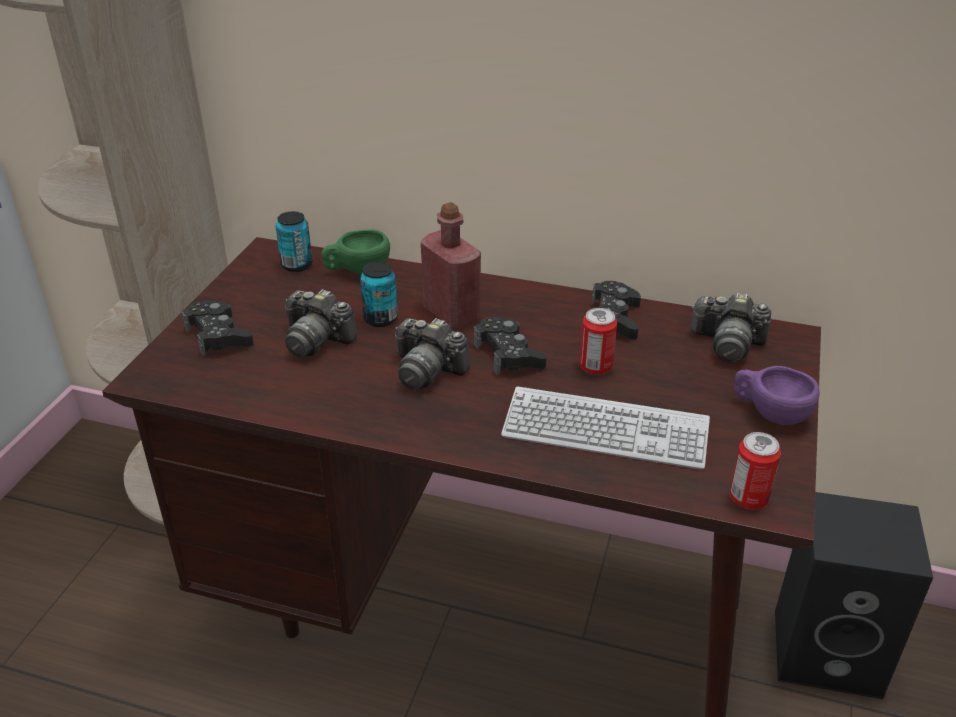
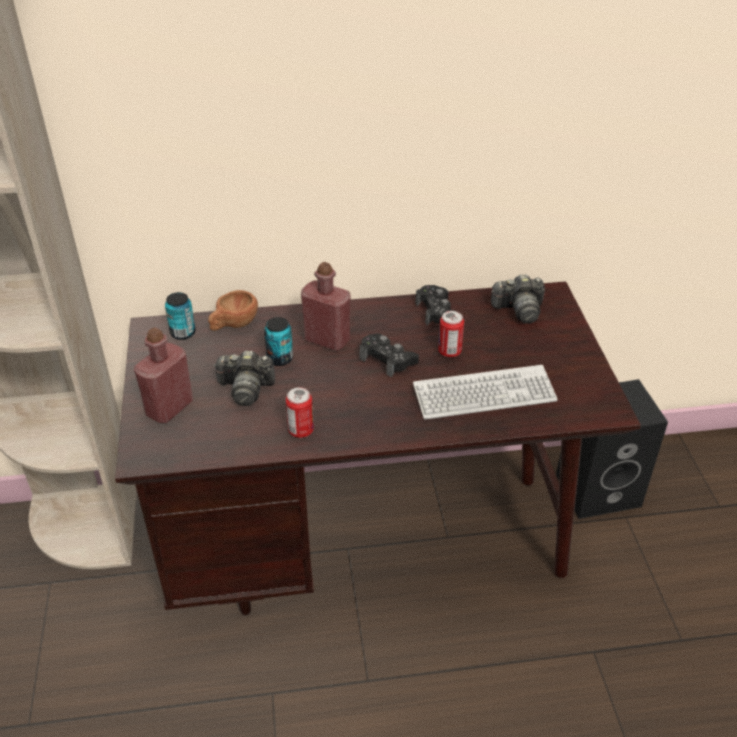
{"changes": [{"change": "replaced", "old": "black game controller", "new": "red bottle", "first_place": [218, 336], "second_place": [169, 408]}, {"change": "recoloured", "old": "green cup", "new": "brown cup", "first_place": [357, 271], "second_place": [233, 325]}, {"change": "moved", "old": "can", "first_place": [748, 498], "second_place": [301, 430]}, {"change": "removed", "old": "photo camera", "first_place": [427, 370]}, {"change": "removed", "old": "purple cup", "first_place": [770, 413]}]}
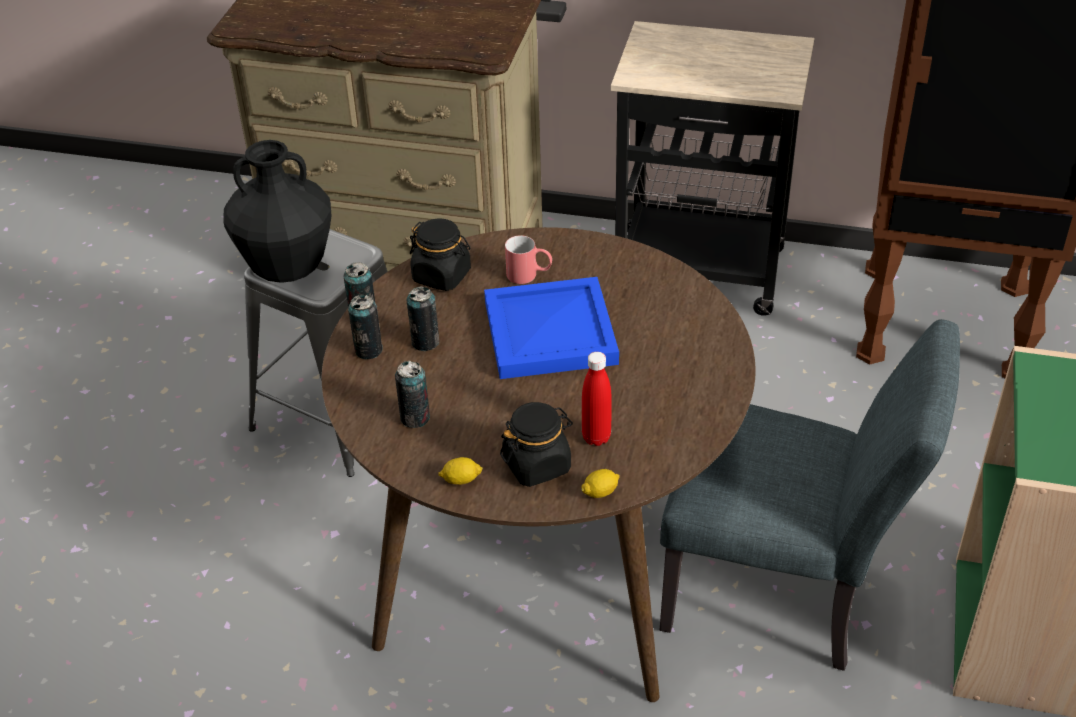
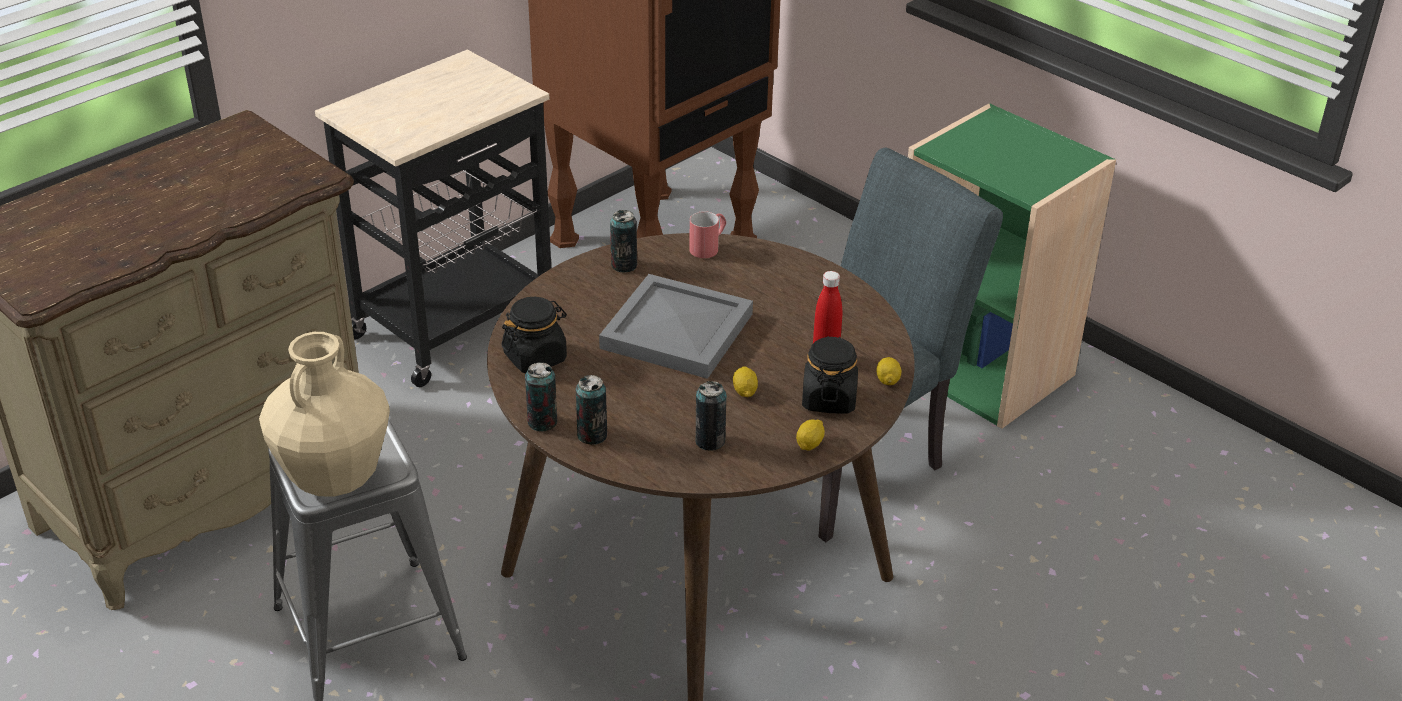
{"changes": [{"change": "recoloured", "old": "black vase", "new": "beige vase", "first_place": [287, 270], "second_place": [334, 480]}, {"change": "recoloured", "old": "blue tray", "new": "grey tray", "first_place": [548, 334], "second_place": [678, 332]}, {"change": "moved", "old": "can", "first_place": [425, 342], "second_place": [624, 265]}, {"change": "moved", "old": "red mug", "first_place": [529, 275], "second_place": [708, 247]}, {"change": "added", "new": "lemon", "second_place": [745, 391]}]}
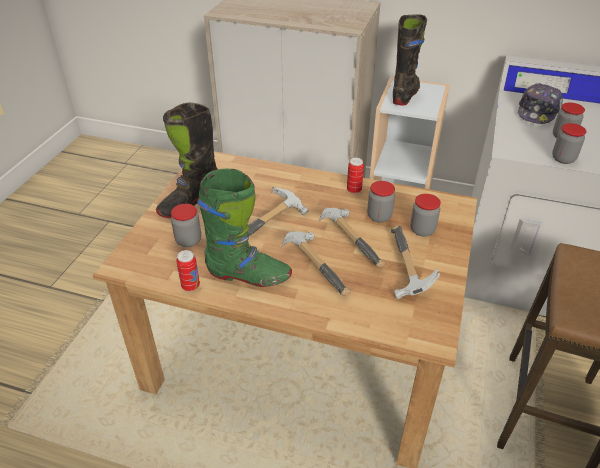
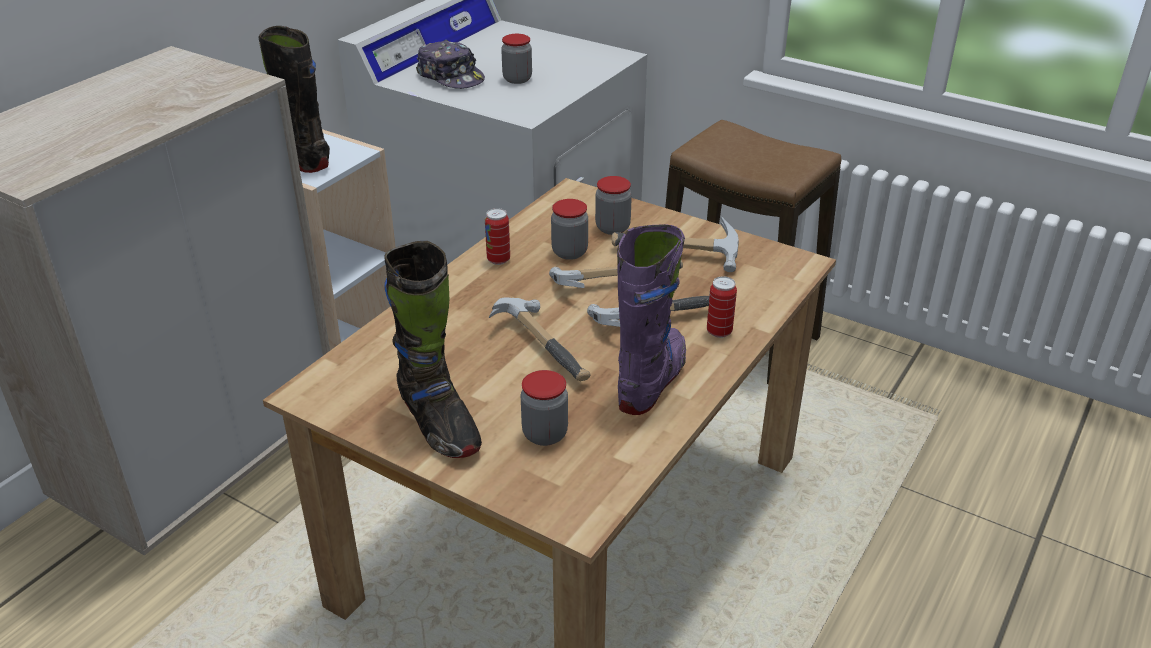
{"changes": [{"change": "recoloured", "old": "green boot", "new": "purple boot", "first_place": [248, 275], "second_place": [652, 381]}, {"change": "moved", "old": "can", "first_place": [190, 286], "second_place": [719, 332]}, {"change": "removed", "old": "jar", "first_place": [563, 159]}]}
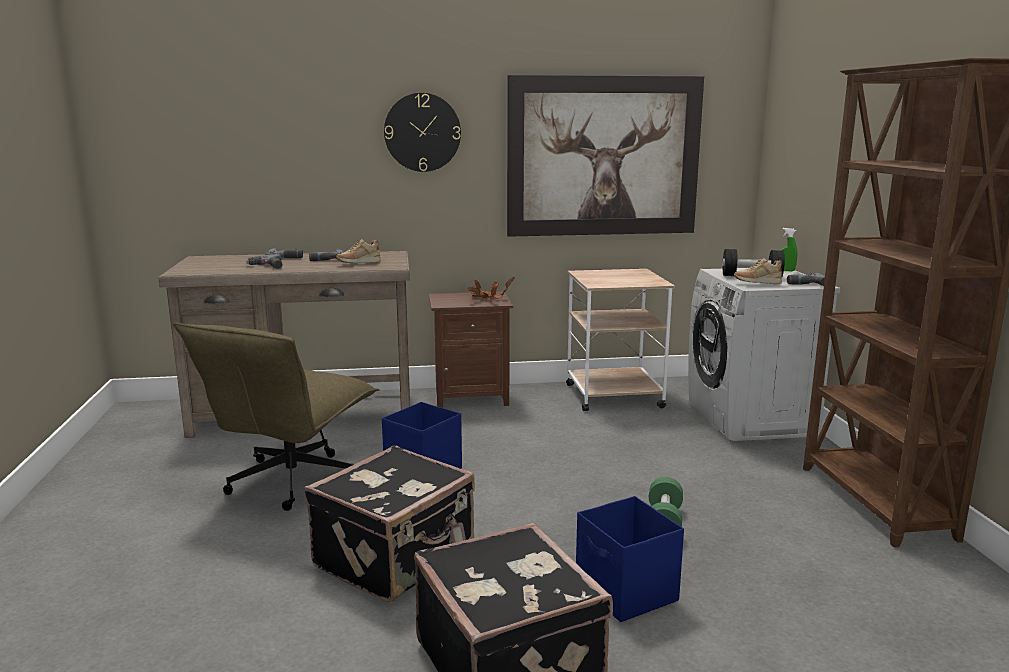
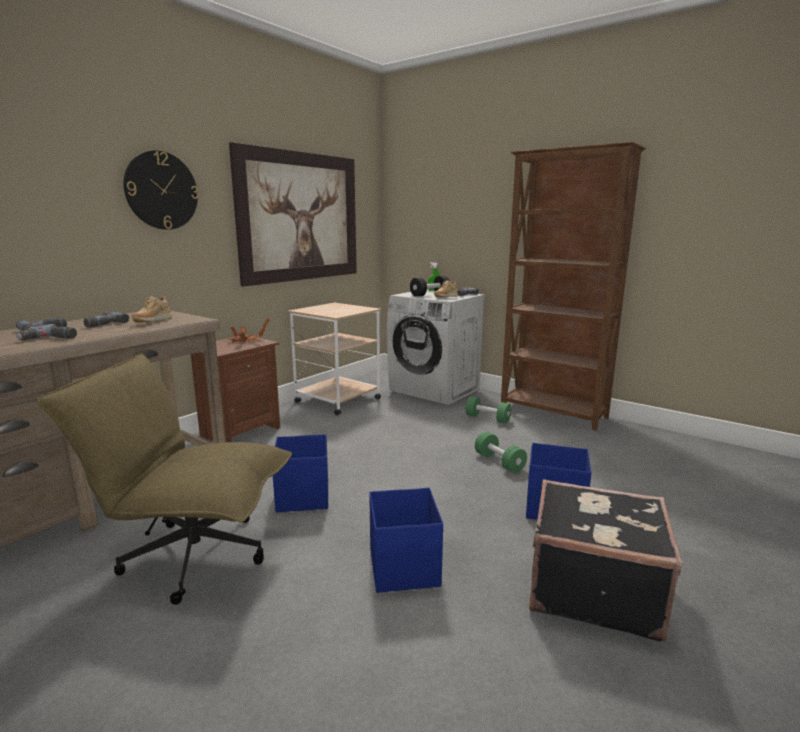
{"changes": [{"change": "turned", "old": "beige office chair", "first_place": [294, 479], "second_place": [198, 555], "degrees": 120}, {"change": "replaced", "old": "black suitcase", "new": "blue storage box", "first_place": [397, 558], "second_place": [404, 567]}, {"change": "added", "new": "green dumbbell", "second_place": [487, 418]}]}
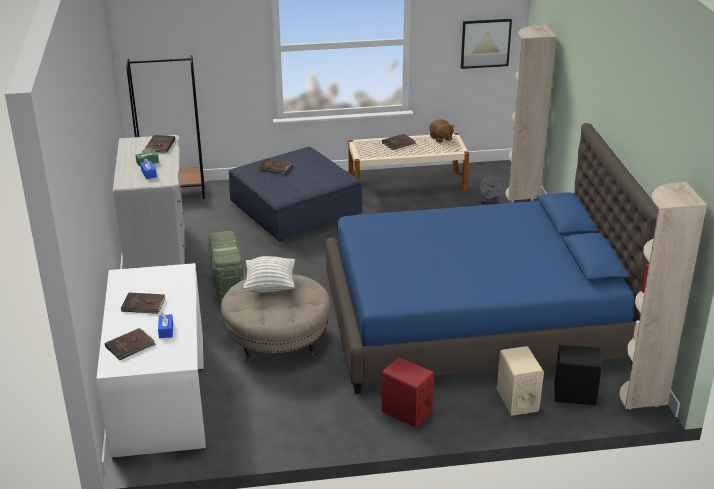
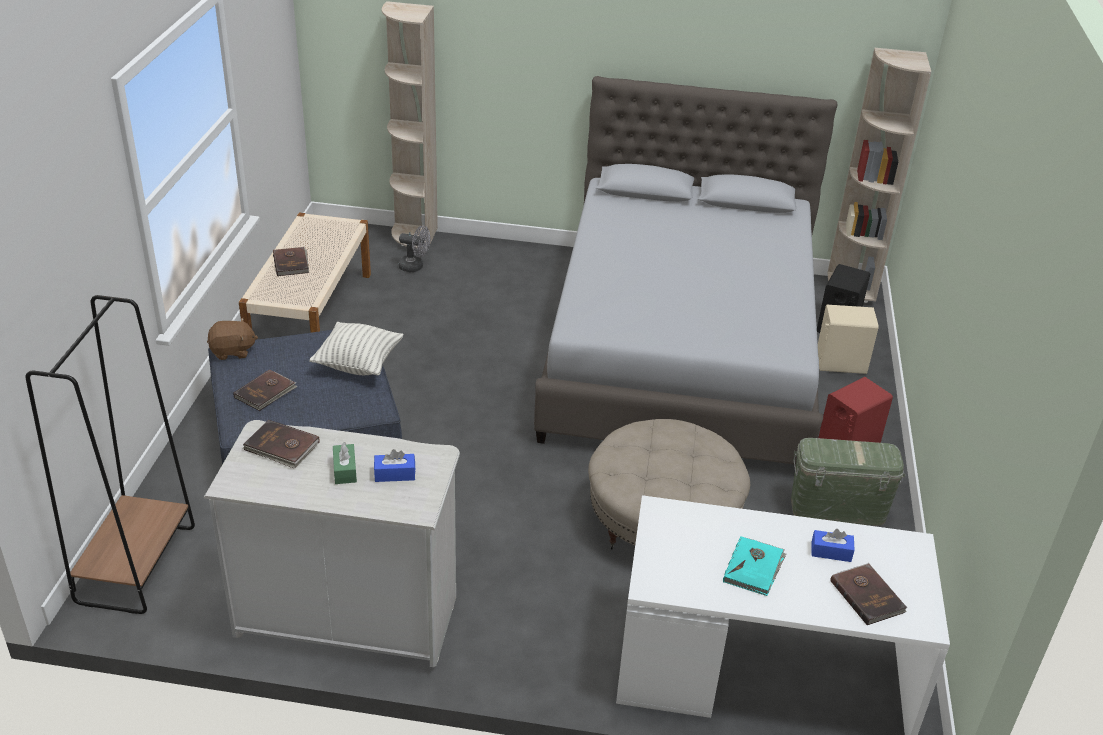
{"changes": [{"change": "moved", "old": "brown plush toy", "first_place": [440, 138], "second_place": [232, 351]}, {"change": "moved", "old": "pillow", "first_place": [270, 286], "second_place": [358, 364]}, {"change": "recoloured", "old": "blue bed", "new": "grey bed", "first_place": [475, 321], "second_place": [682, 349]}, {"change": "recoloured", "old": "brown book", "new": "turquoise book", "first_place": [143, 305], "second_place": [754, 568]}, {"change": "moved", "old": "green storage box", "first_place": [228, 287], "second_place": [837, 508]}, {"change": "removed", "old": "picture", "first_place": [485, 43]}]}
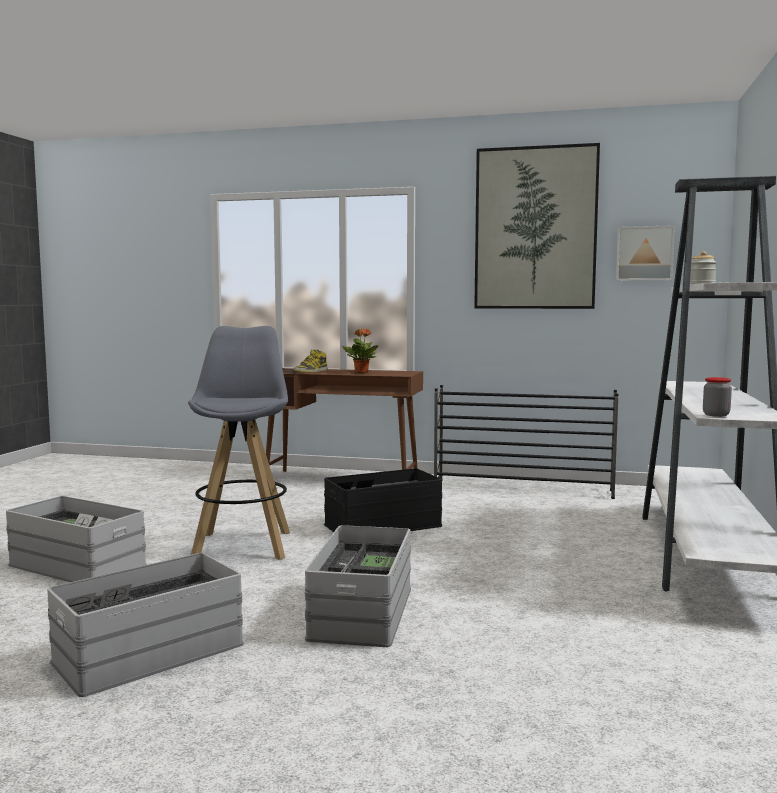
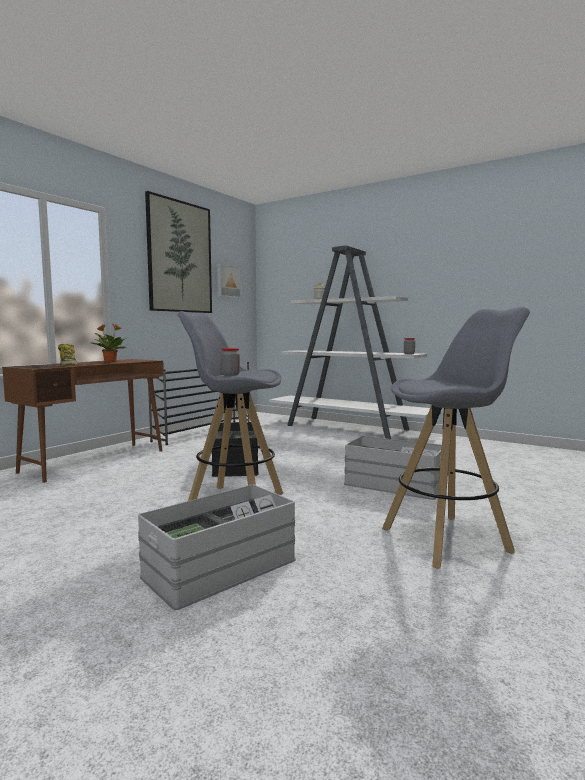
{"changes": [{"change": "added", "new": "jar", "second_place": [230, 375]}, {"change": "replaced", "old": "grey storage box", "new": "grey stool", "first_place": [149, 653], "second_place": [448, 539]}]}
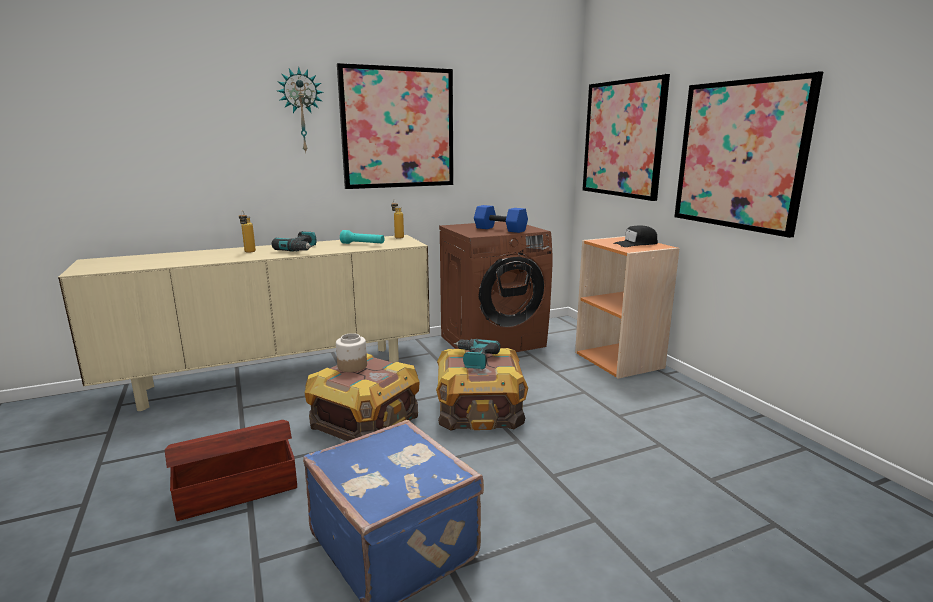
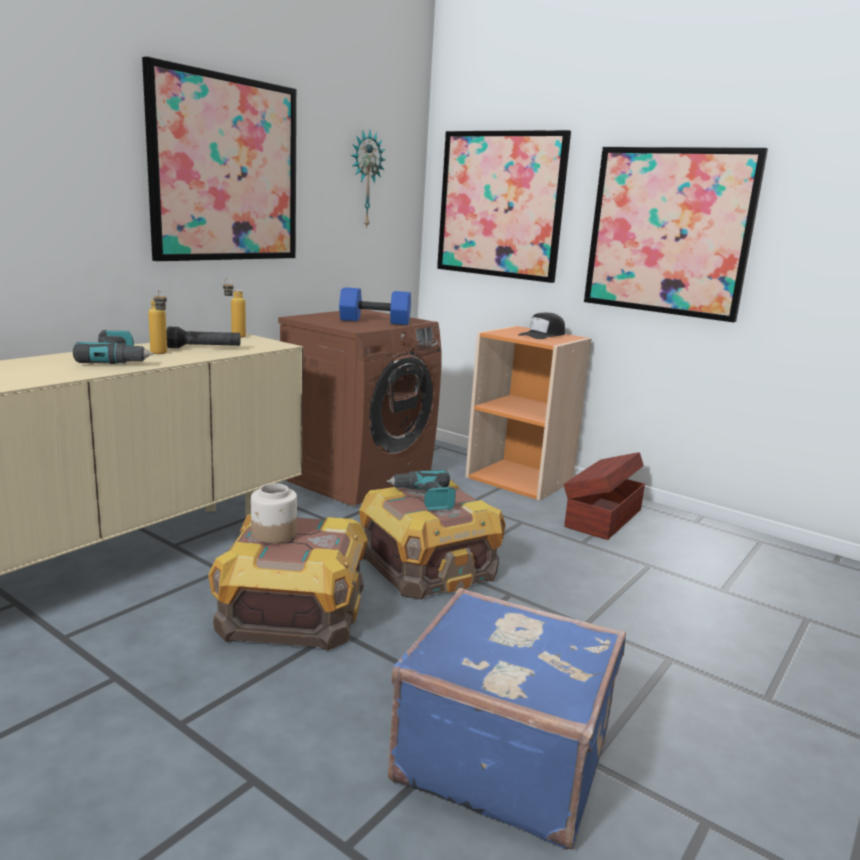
{"changes": [{"change": "moved", "old": "bottle", "first_place": [248, 252], "second_place": [160, 354]}, {"change": "recoloured", "old": "turquoise flashlight", "new": "black flashlight", "first_place": [362, 244], "second_place": [204, 348]}, {"change": "moved", "old": "wall clock", "first_place": [301, 111], "second_place": [365, 179]}, {"change": "moved", "old": "brown storage box", "first_place": [236, 489], "second_place": [601, 518]}]}
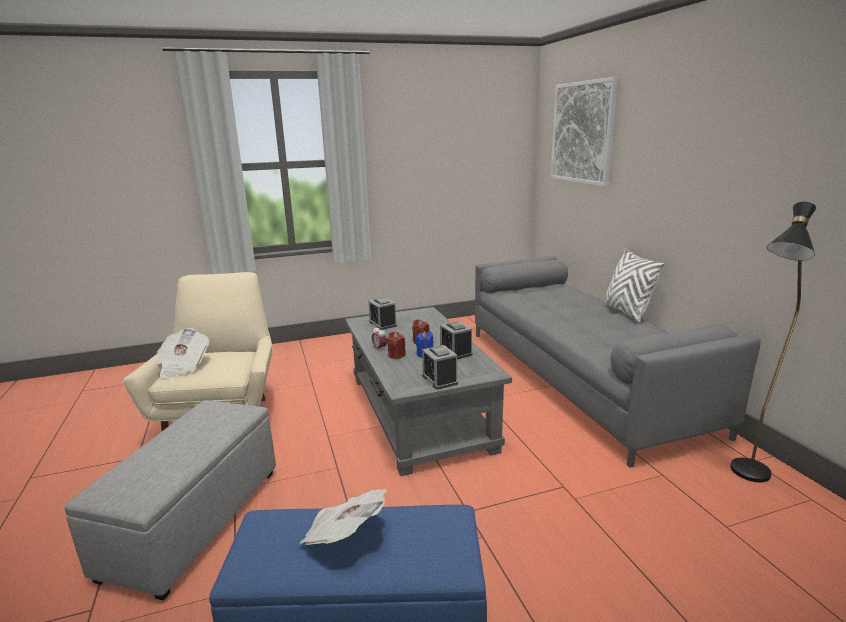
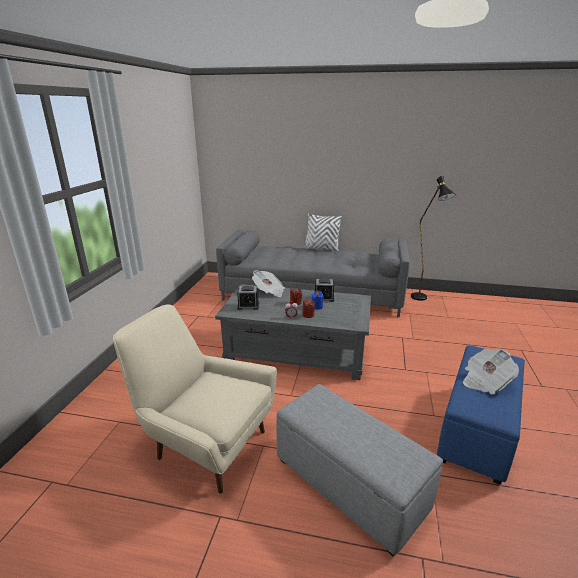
{"changes": [{"change": "moved", "old": "newspaper", "first_place": [183, 366], "second_place": [269, 291]}, {"change": "removed", "old": "alarm clock", "first_place": [439, 380]}, {"change": "removed", "old": "picture", "first_place": [582, 133]}]}
